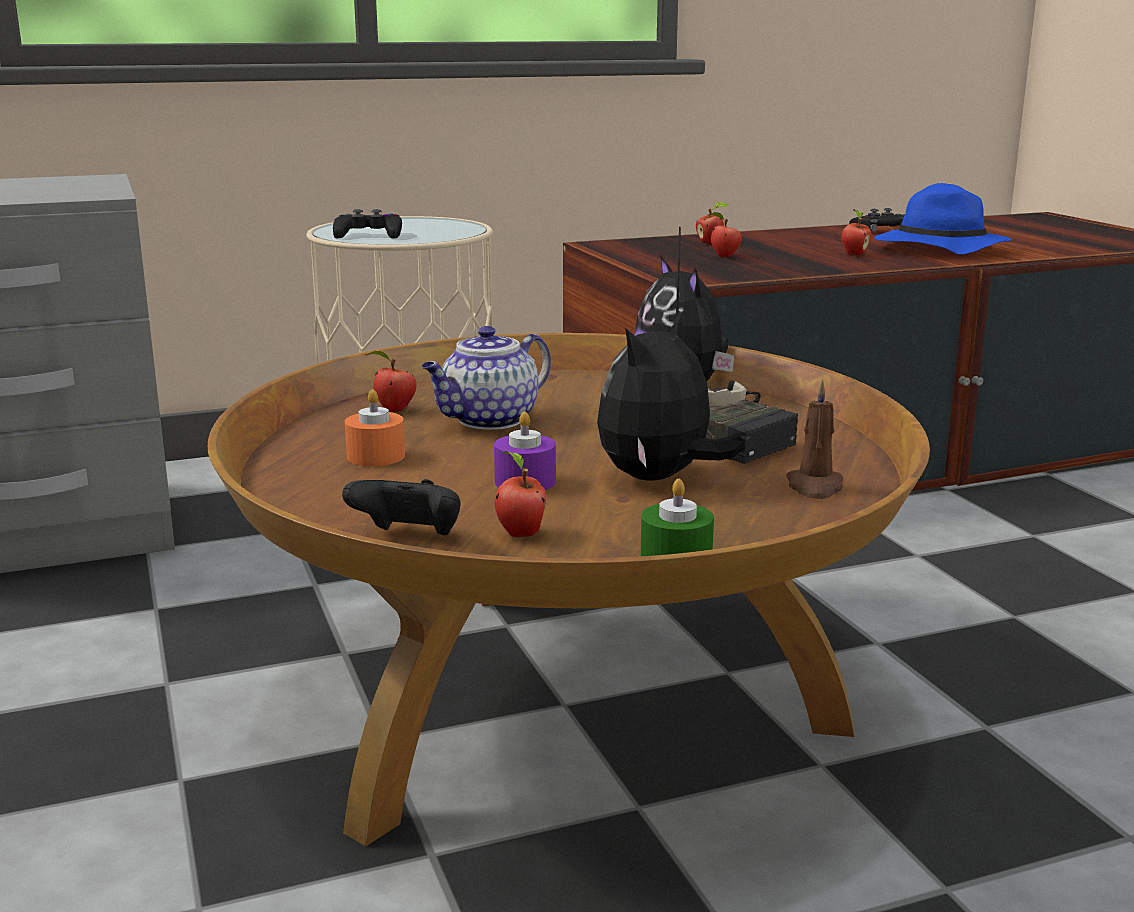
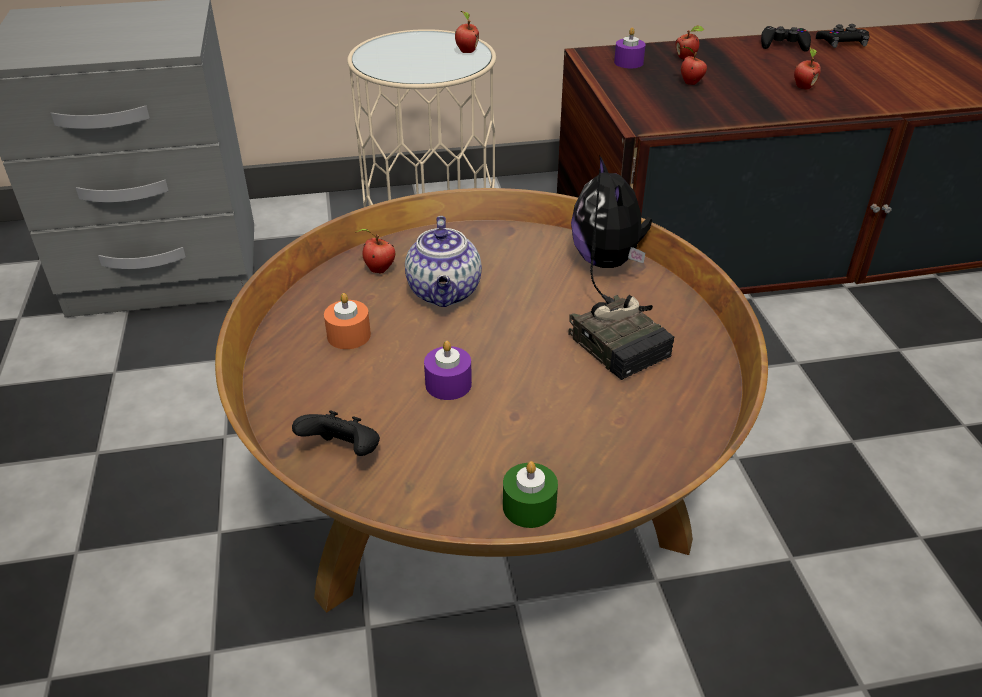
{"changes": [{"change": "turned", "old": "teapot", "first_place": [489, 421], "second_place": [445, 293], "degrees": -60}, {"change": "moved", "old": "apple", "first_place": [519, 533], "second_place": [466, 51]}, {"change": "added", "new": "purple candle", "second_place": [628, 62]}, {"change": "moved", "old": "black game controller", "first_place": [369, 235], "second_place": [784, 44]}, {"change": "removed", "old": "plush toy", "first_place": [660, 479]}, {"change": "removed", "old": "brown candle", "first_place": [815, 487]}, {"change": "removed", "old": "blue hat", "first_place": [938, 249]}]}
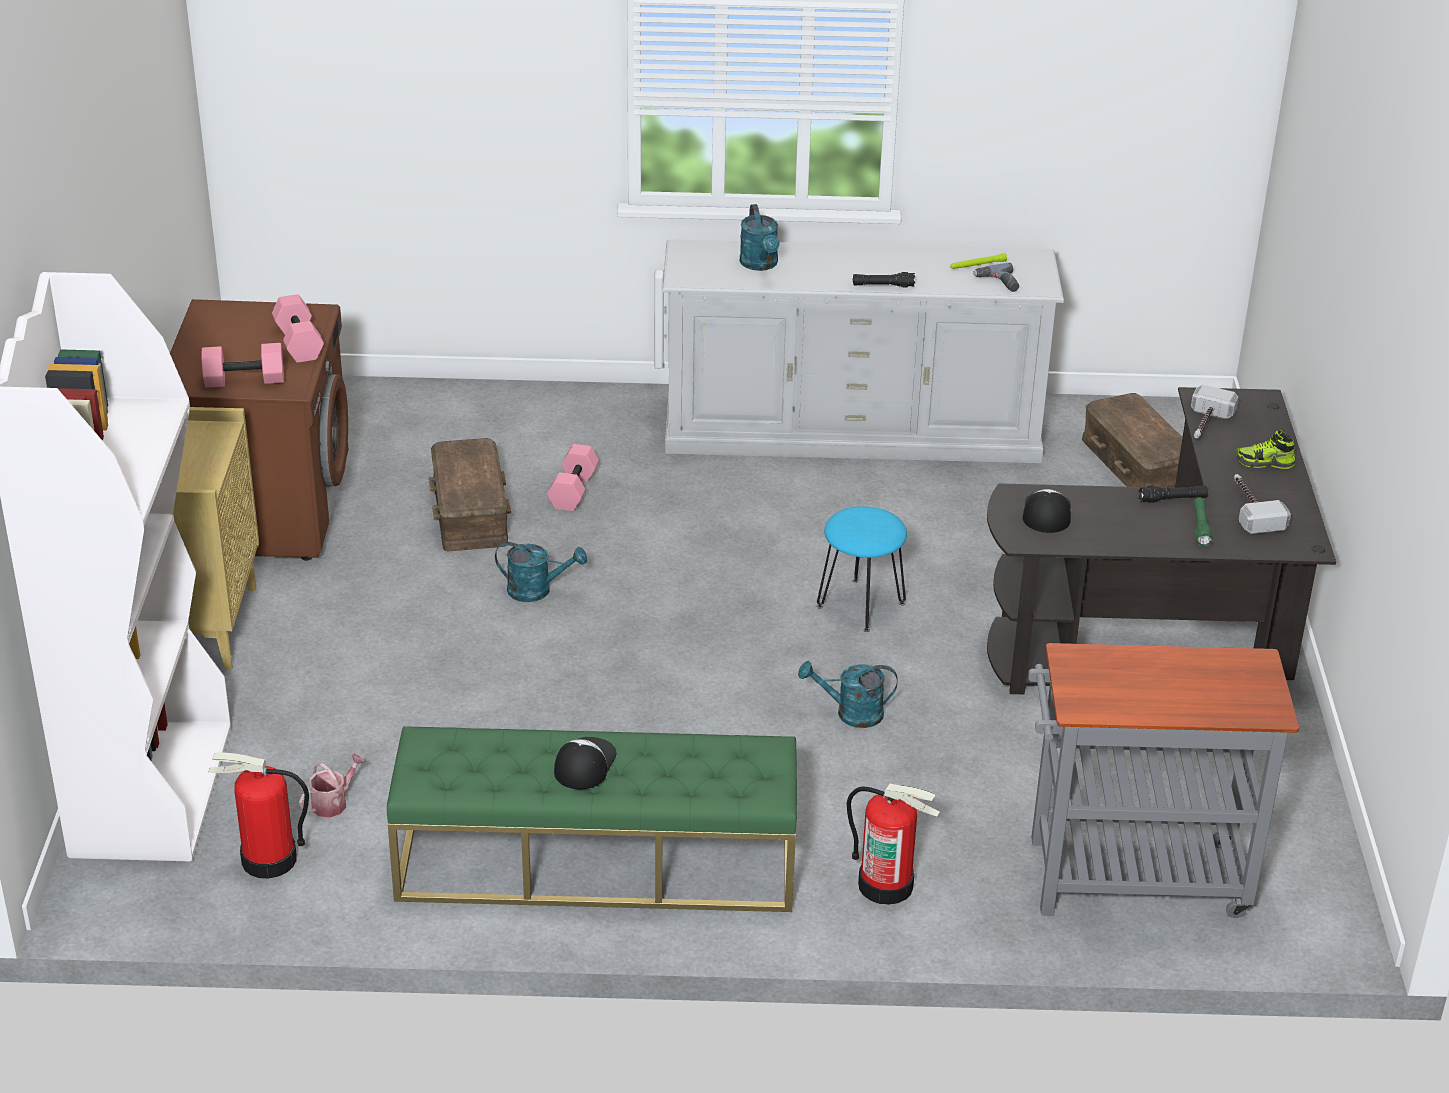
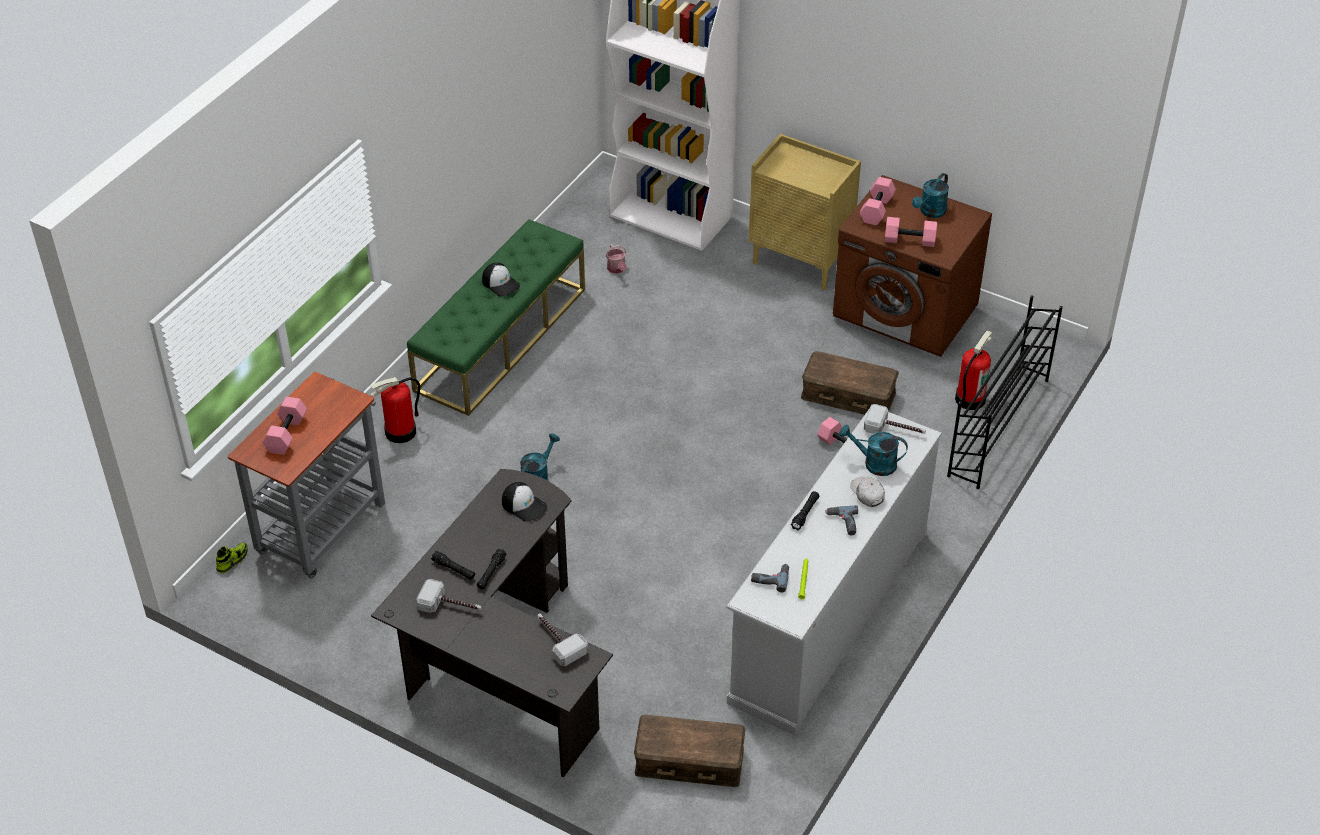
{"changes": [{"change": "moved", "old": "shoe", "first_place": [1264, 462], "second_place": [232, 560]}, {"change": "added", "new": "pink dumbbell", "second_place": [286, 433]}, {"change": "recoloured", "old": "green flashlight", "new": "black flashlight", "first_place": [1200, 527], "second_place": [454, 569]}, {"change": "added", "new": "power drill", "second_place": [842, 523]}, {"change": "added", "new": "white cap", "second_place": [867, 494]}, {"change": "added", "new": "hammer", "second_place": [895, 429]}, {"change": "moved", "old": "turquoise watering can", "first_place": [537, 591], "second_place": [930, 212]}, {"change": "added", "new": "black shoe rack", "second_place": [998, 427]}, {"change": "moved", "old": "fire extinguisher", "first_place": [268, 860], "second_place": [969, 398]}, {"change": "removed", "old": "turquoise stool", "first_place": [861, 605]}]}
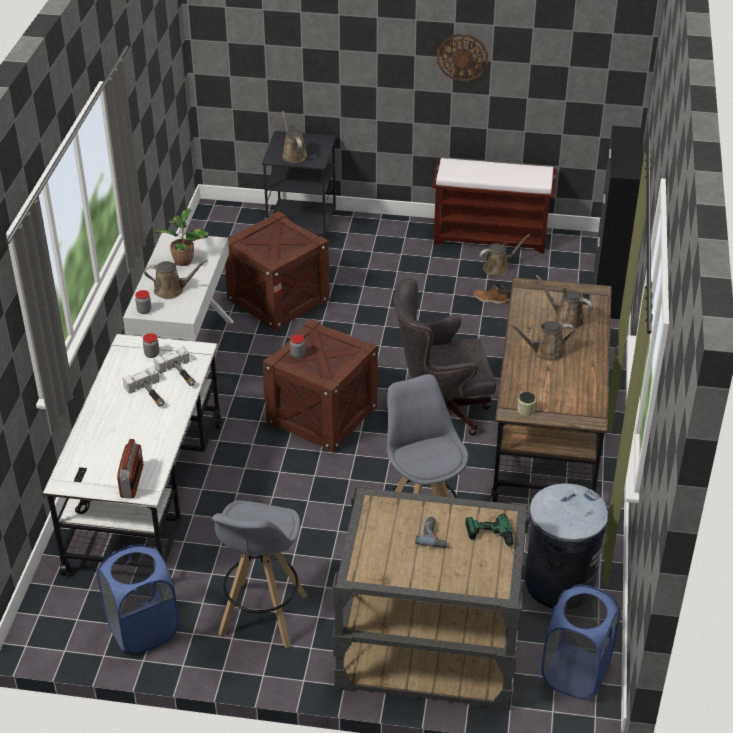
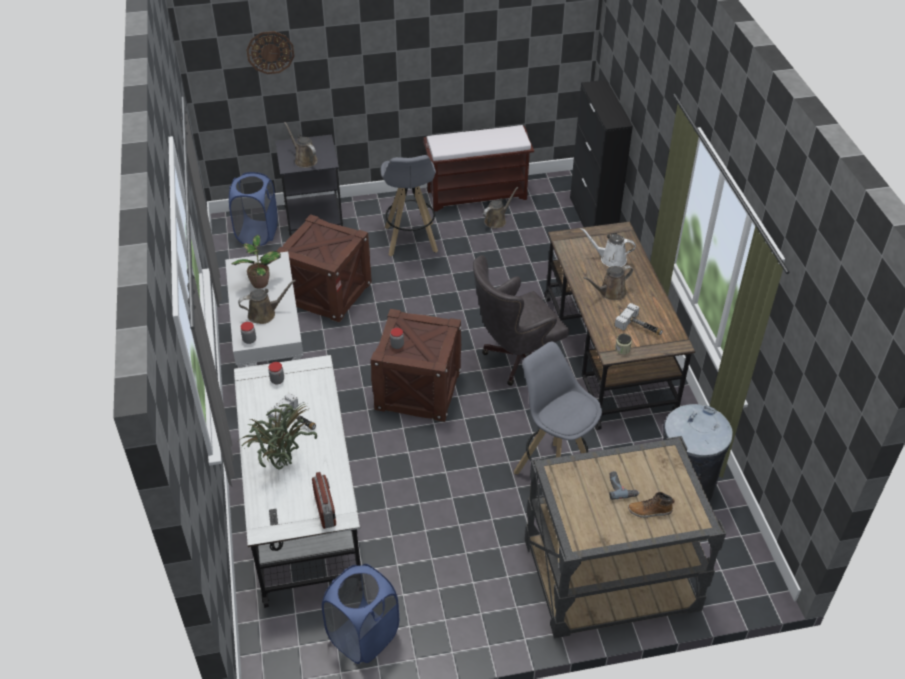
{"changes": [{"change": "moved", "old": "blue laundry basket", "first_place": [575, 672], "second_place": [257, 233]}, {"change": "added", "new": "potted plant", "second_place": [282, 464]}, {"change": "moved", "old": "wall clock", "first_place": [462, 57], "second_place": [270, 52]}, {"change": "moved", "old": "grey stool", "first_place": [261, 616], "second_place": [410, 240]}, {"change": "recoloured", "old": "brown watering can", "new": "white watering can", "first_place": [566, 319], "second_place": [610, 259]}, {"change": "moved", "old": "hammer", "first_place": [180, 374], "second_place": [640, 327]}, {"change": "moved", "old": "boot", "first_place": [490, 299], "second_place": [649, 511]}, {"change": "removed", "old": "power drill", "first_place": [491, 539]}]}
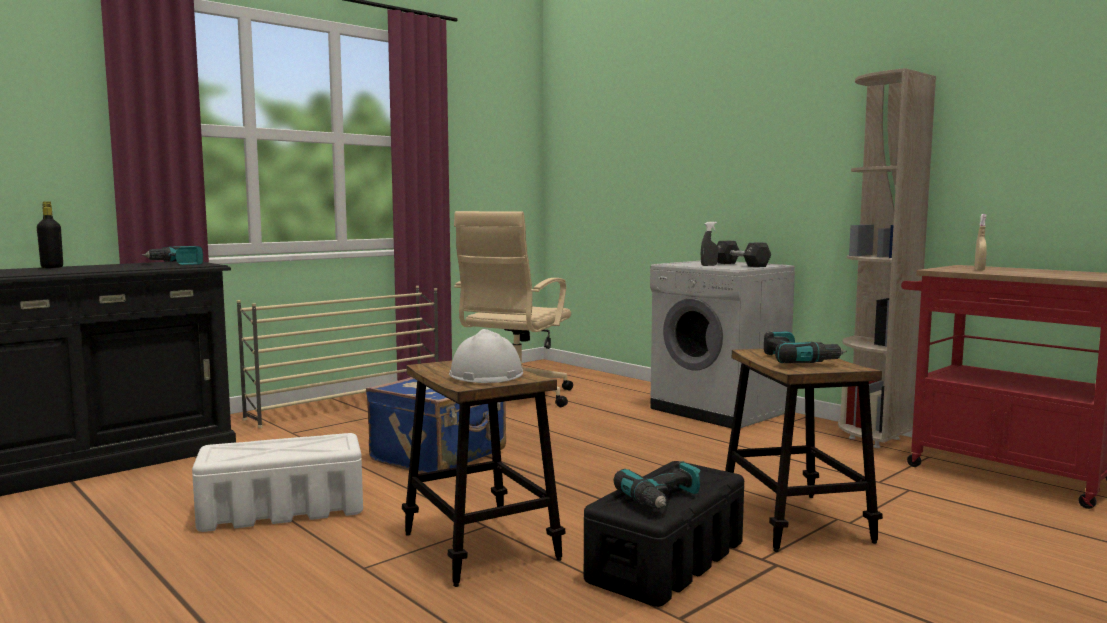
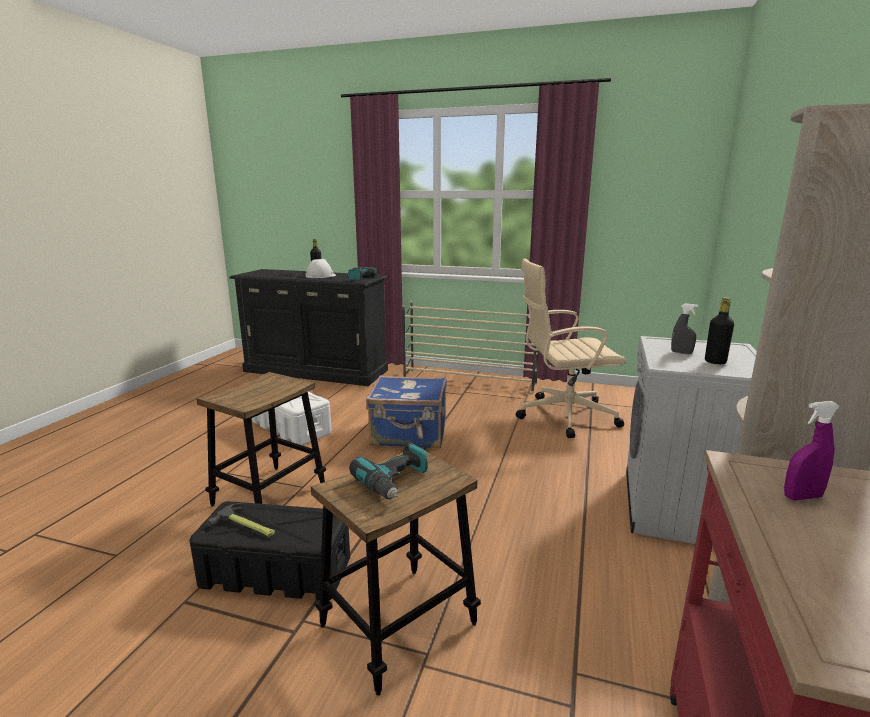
{"changes": [{"change": "replaced", "old": "power drill", "new": "hammer", "first_place": [663, 499], "second_place": [247, 526]}, {"change": "moved", "old": "white hard hat", "first_place": [485, 374], "second_place": [320, 276]}, {"change": "replaced", "old": "black dumbbell", "new": "black bottle", "first_place": [741, 265], "second_place": [715, 362]}, {"change": "recoloured", "old": "beige spray bottle", "new": "purple spray bottle", "first_place": [979, 270], "second_place": [802, 497]}]}
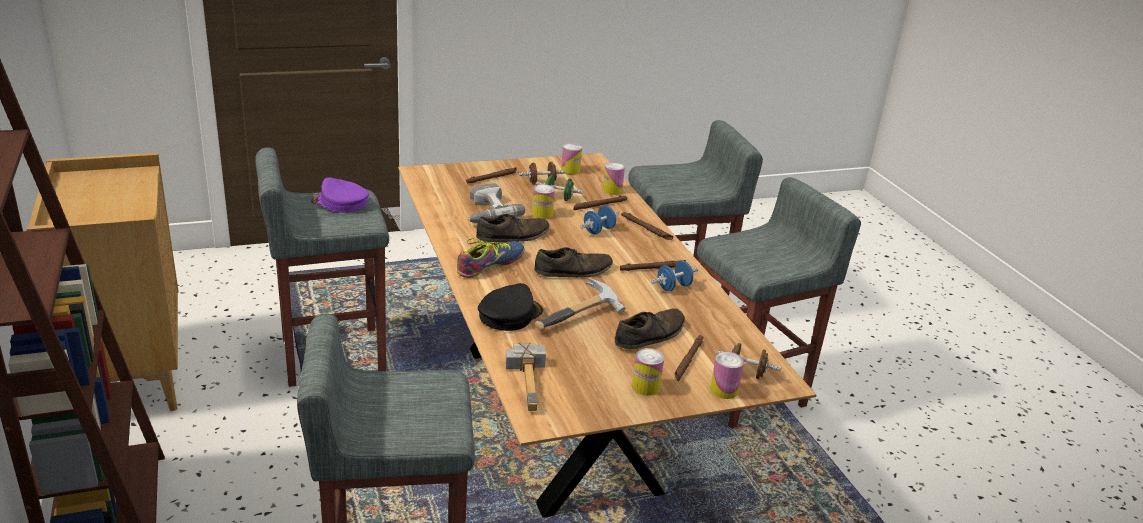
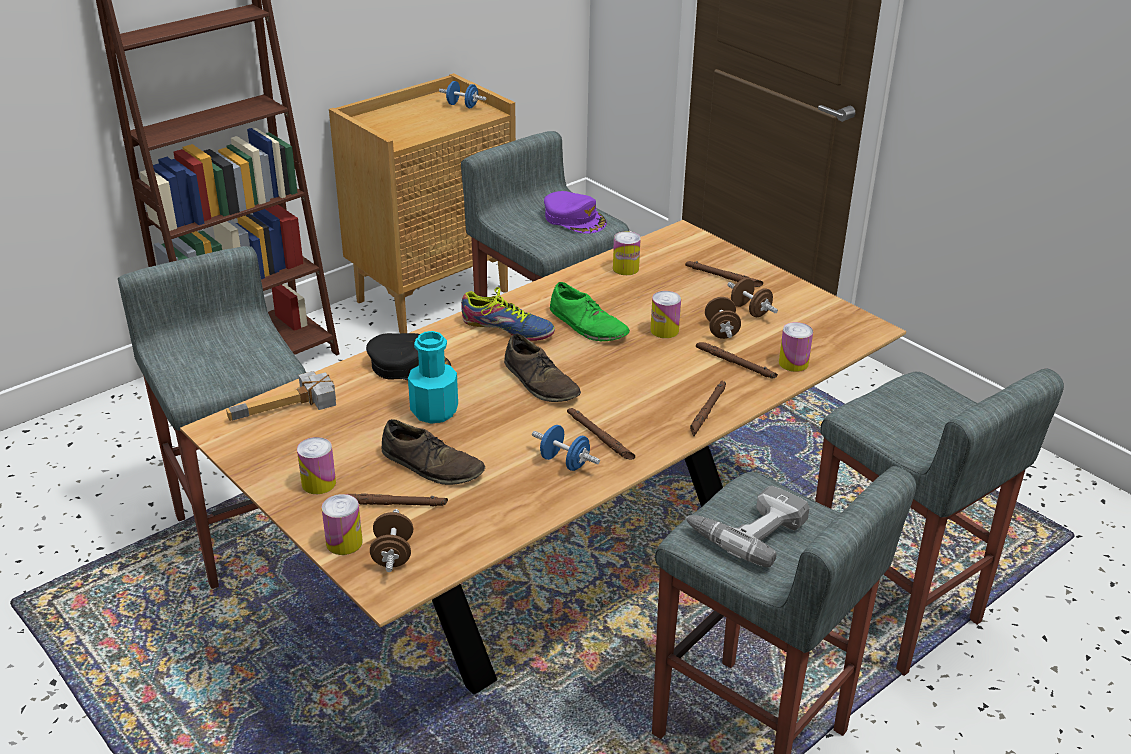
{"changes": [{"change": "replaced", "old": "hammer", "new": "turquoise bottle", "first_place": [581, 318], "second_place": [434, 411]}, {"change": "moved", "old": "blue dumbbell", "first_place": [598, 230], "second_place": [462, 106]}, {"change": "turned", "old": "purple cap", "first_place": [340, 202], "second_place": [575, 219], "degrees": 135}, {"change": "recoloured", "old": "brown shoe", "new": "green shoe", "first_place": [513, 236], "second_place": [588, 325]}, {"change": "moved", "old": "can", "first_place": [570, 170], "second_place": [625, 268]}, {"change": "moved", "old": "power drill", "first_place": [486, 212], "second_place": [747, 529]}, {"change": "recoloured", "old": "green dumbbell", "new": "brown dumbbell", "first_place": [558, 198], "second_place": [721, 331]}]}
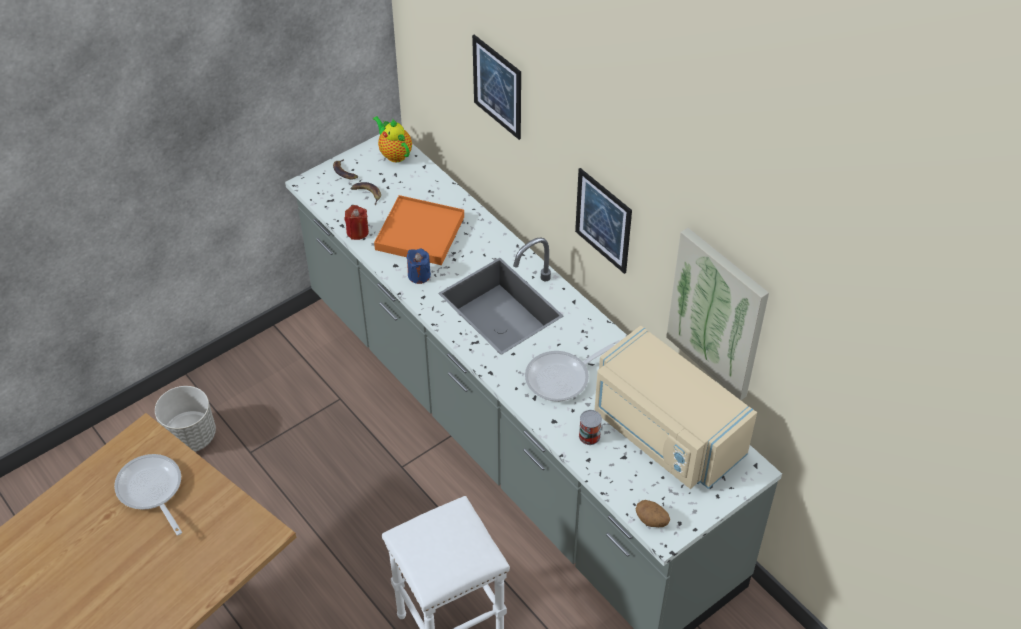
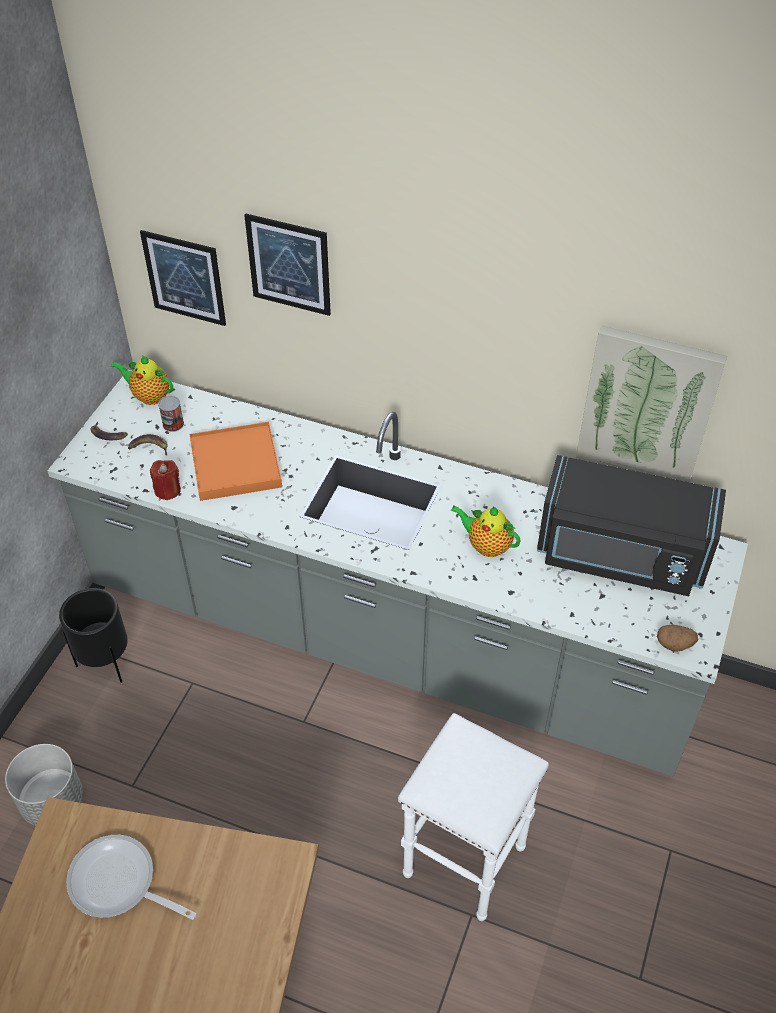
{"changes": [{"change": "added", "new": "black planter", "second_place": [106, 664]}, {"change": "moved", "old": "picture", "first_place": [603, 220], "second_place": [184, 278]}, {"change": "moved", "old": "can", "first_place": [589, 436], "second_place": [173, 424]}, {"change": "replaced", "old": "frying pan", "new": "teapot", "first_place": [563, 378], "second_place": [486, 545]}, {"change": "recoloured", "old": "beige microwave", "new": "black microwave", "first_place": [664, 434], "second_place": [621, 556]}, {"change": "removed", "old": "blue candle", "first_place": [419, 275]}]}
